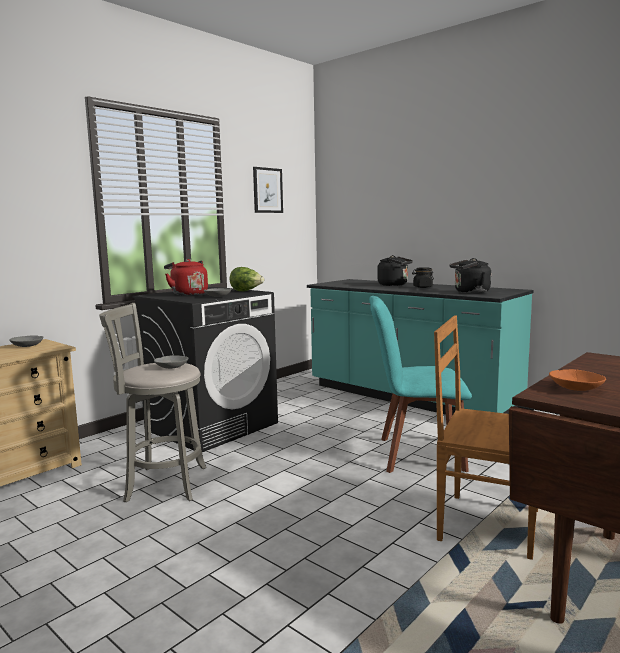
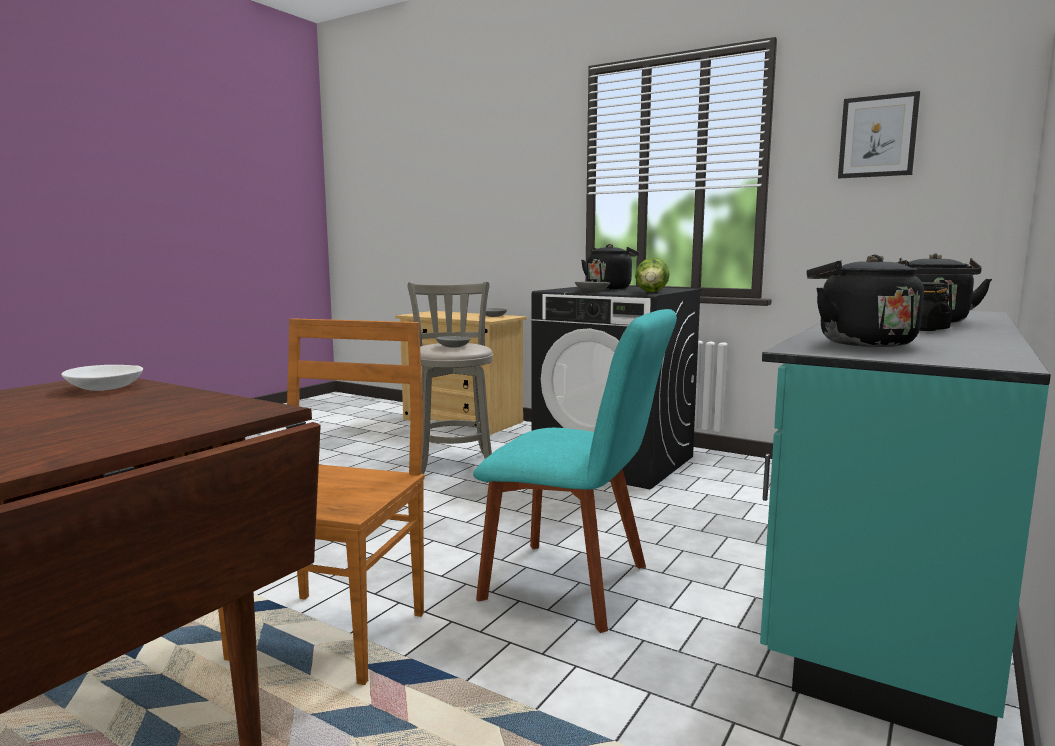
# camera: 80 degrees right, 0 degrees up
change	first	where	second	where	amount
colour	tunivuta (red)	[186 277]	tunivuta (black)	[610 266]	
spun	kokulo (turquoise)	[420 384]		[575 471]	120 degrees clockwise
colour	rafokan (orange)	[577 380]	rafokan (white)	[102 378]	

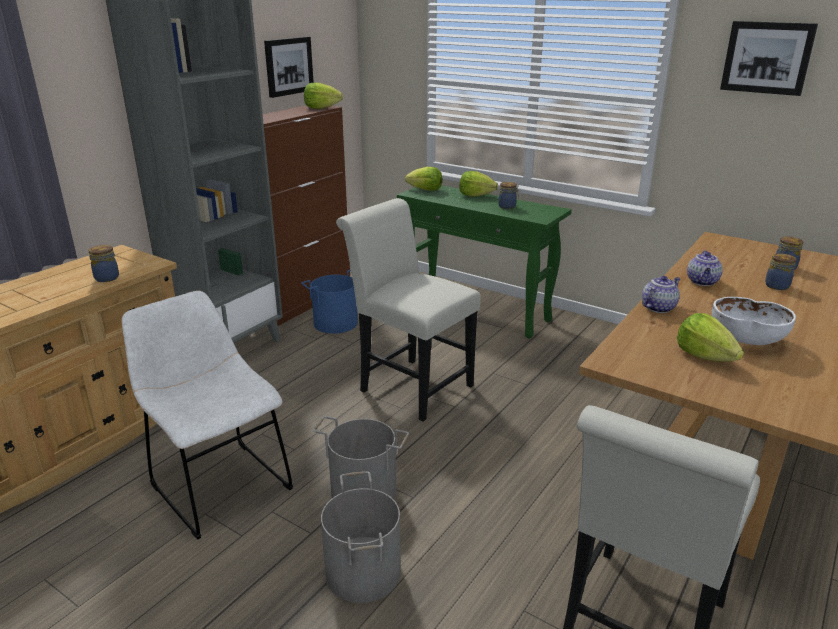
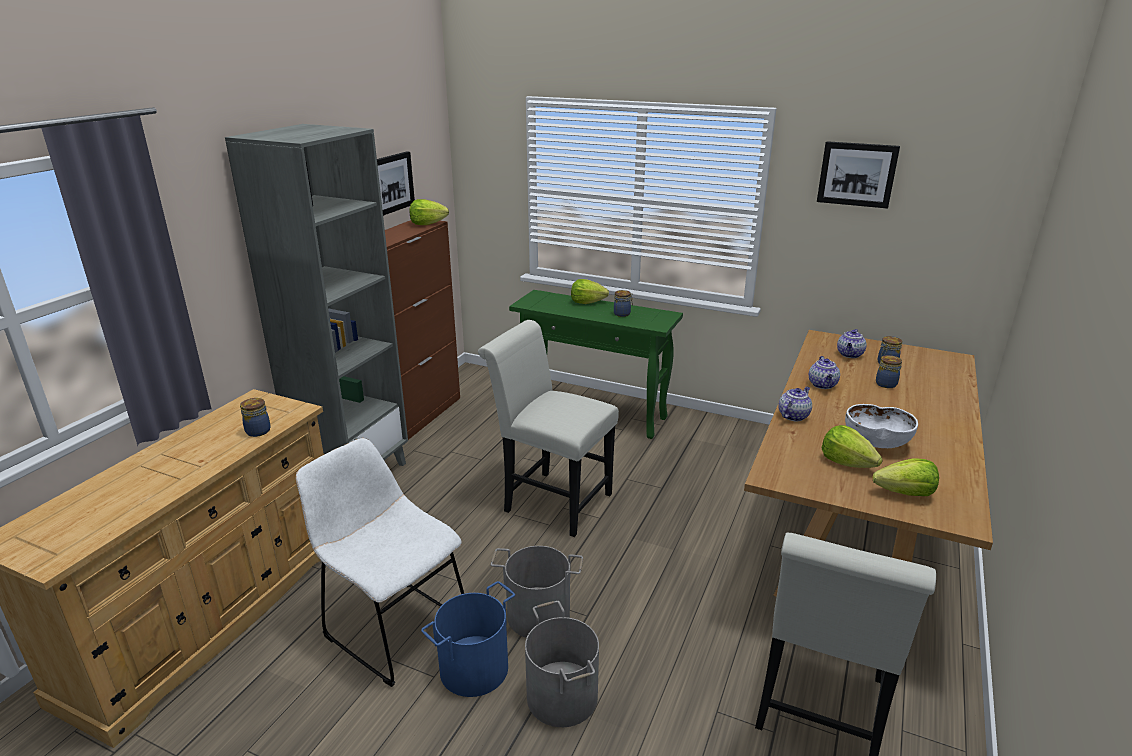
# camera: 10 degrees left, 0 degrees up
change	first	where	second	where	amount
relocated	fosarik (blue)	[329 302]		[468 639]	
relocated	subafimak	[424 179]		[906 477]	
appeared			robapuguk	[852 343]	

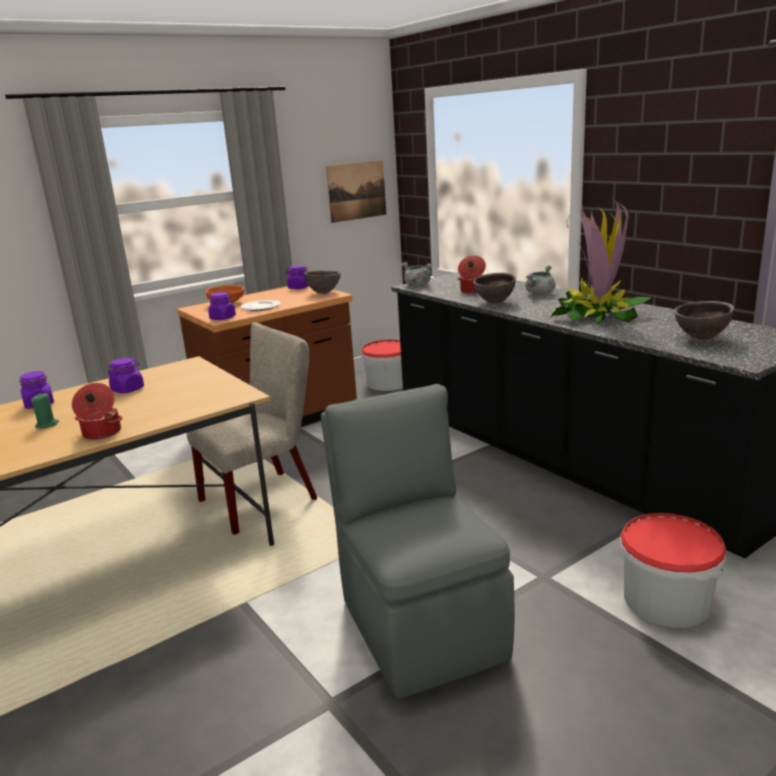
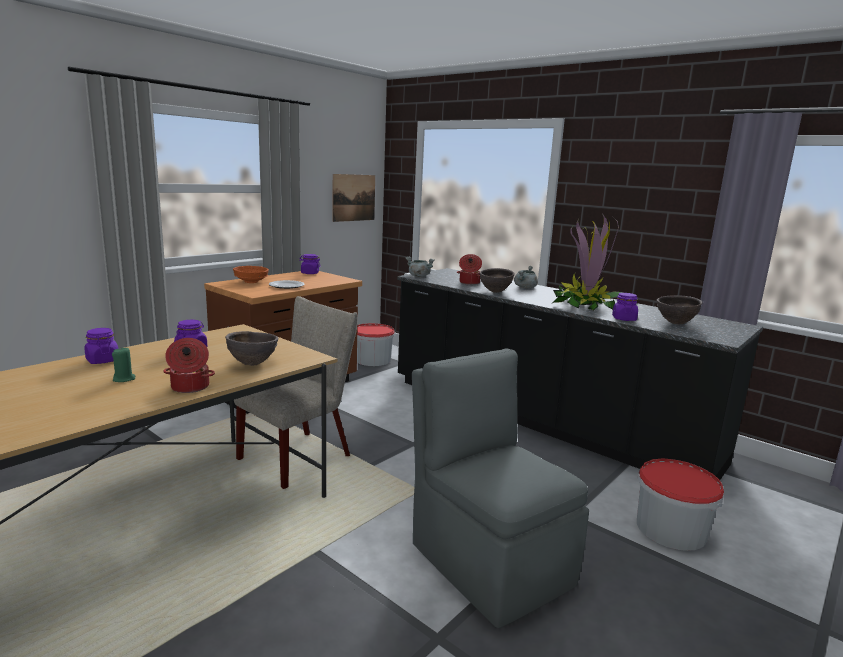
# camera: 15 degrees left, 5 degrees down
change	first	where	second	where	amount
relocated	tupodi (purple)	[222 306]		[625 307]	
relocated	rafokan (brown)	[322 282]		[251 348]	

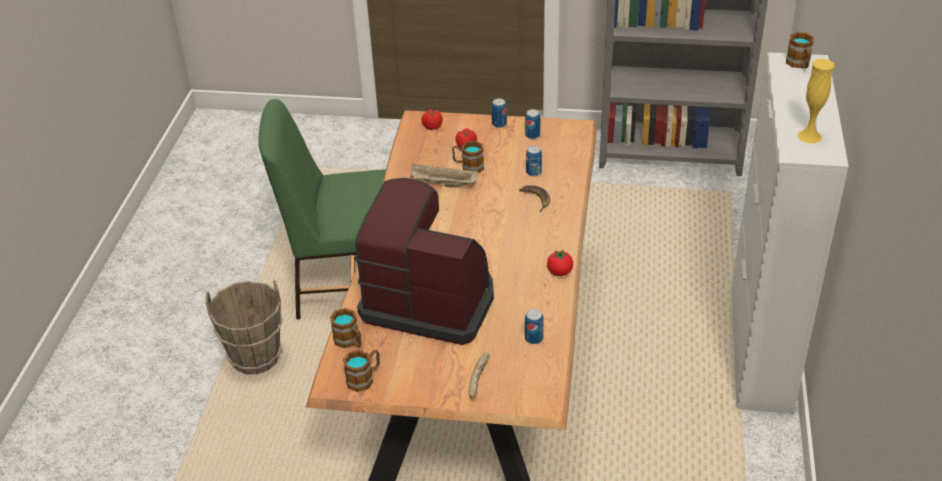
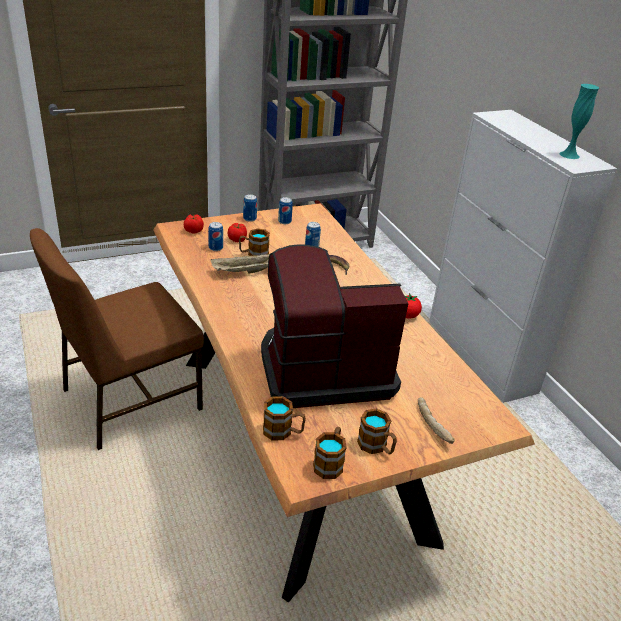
# camera: 35 degrees left, 5 degrees down
change	first	where	second	where	amount
missing	fosarik (brown)	[244 327]			
colour	kokulo (green)	[322 209]	kokulo (brown)	[117 339]	
relocated	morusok	[534 326]		[215 236]	
relocated	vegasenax	[800 50]		[377 431]	
colour	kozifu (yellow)	[815 101]	kozifu (turquoise)	[579 121]	

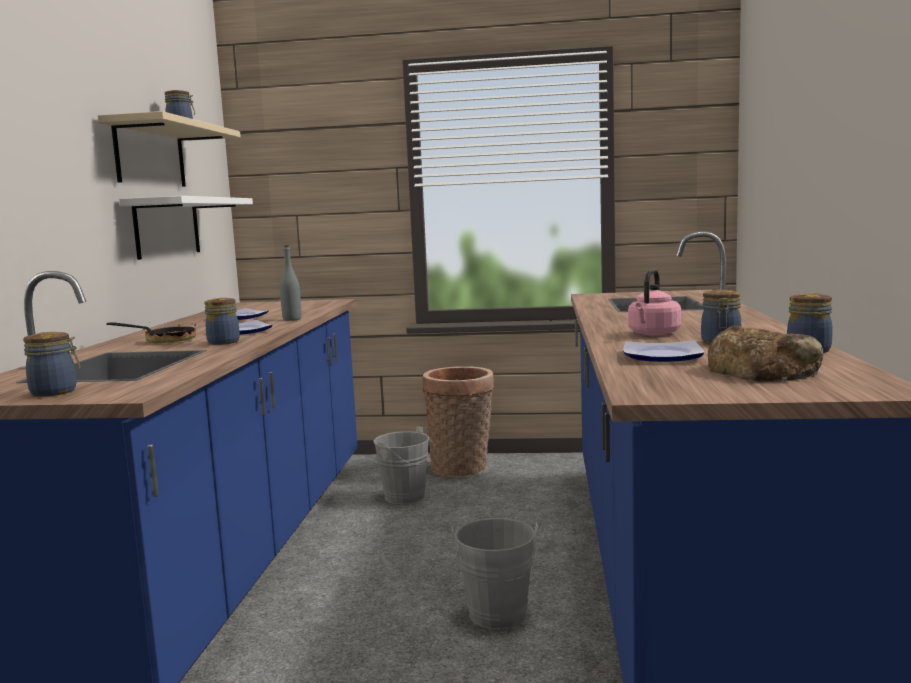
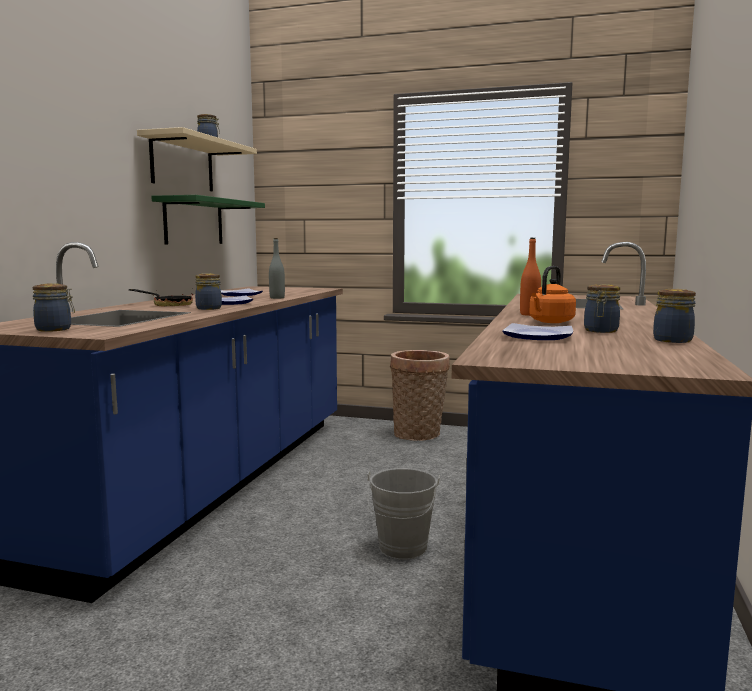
# camera: 10 degrees right, 0 degrees up
change	first	where	second	where	amount
colour	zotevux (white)	[186 228]	zotevux (green)	[208 219]	
missing	fosarik (grey)	[406 465]			
colour	tunivuta (pink)	[654 302]	tunivuta (orange)	[552 294]	
missing	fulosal	[765 353]			
appeared			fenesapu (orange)	[530 277]	

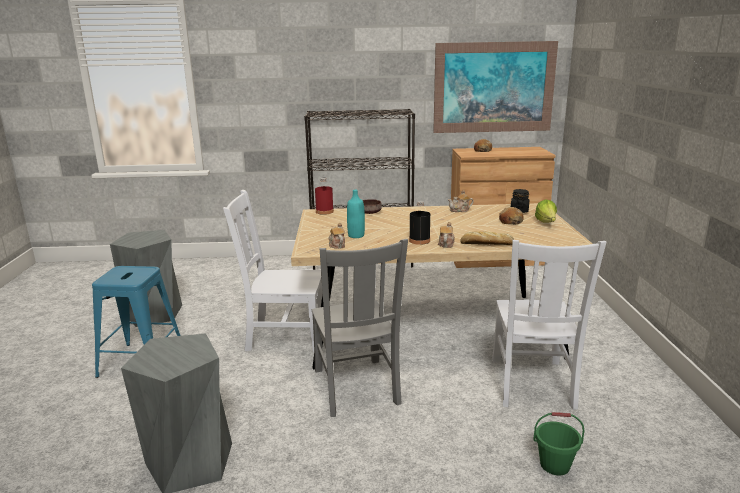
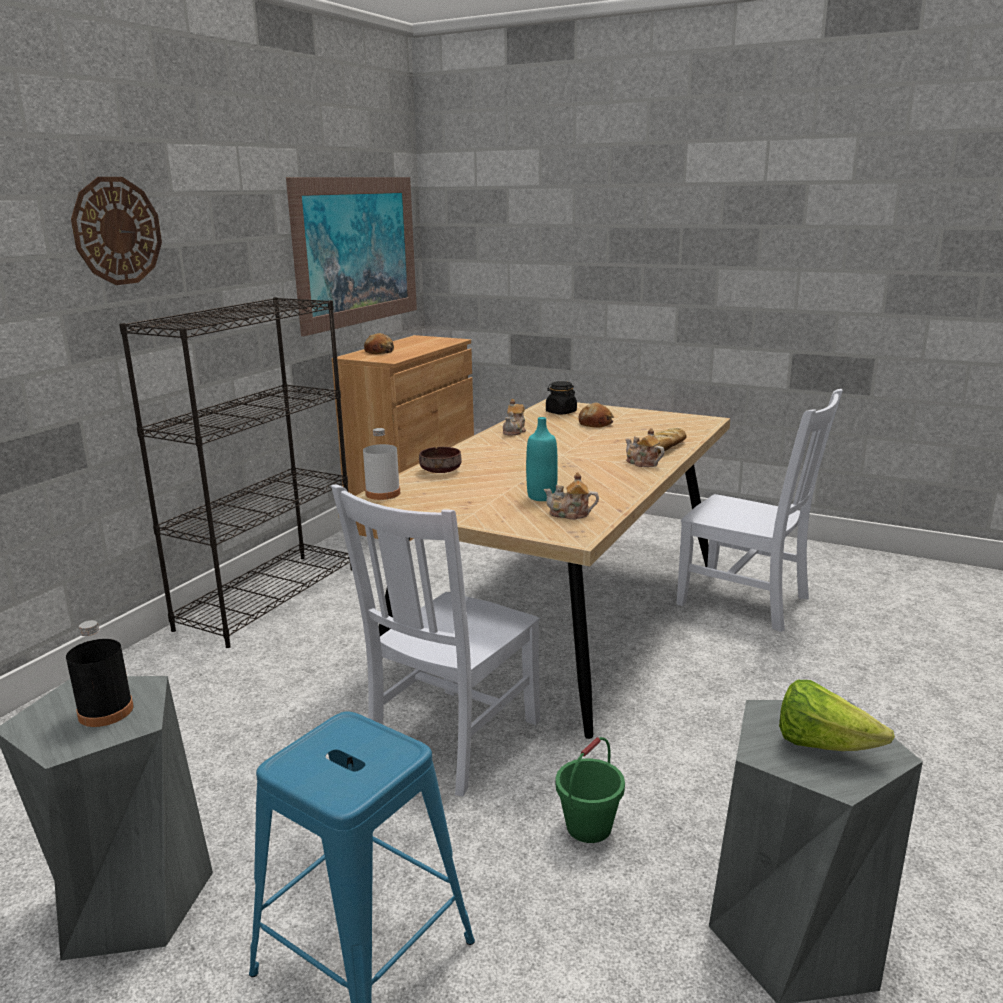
# camera: 60 degrees left, 0 degrees up
change	first	where	second	where	amount
missing	kokulo (grey)	[360 328]			
colour	fenesapu (red)	[324 196]	fenesapu (white)	[381 464]	
relocated	fenesapu (black)	[419 223]		[100 673]	
relocated	fosarik (green)	[559 443]		[590 790]	
relocated	subafimak	[546 211]		[837 715]	
appeared			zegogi	[116 231]	

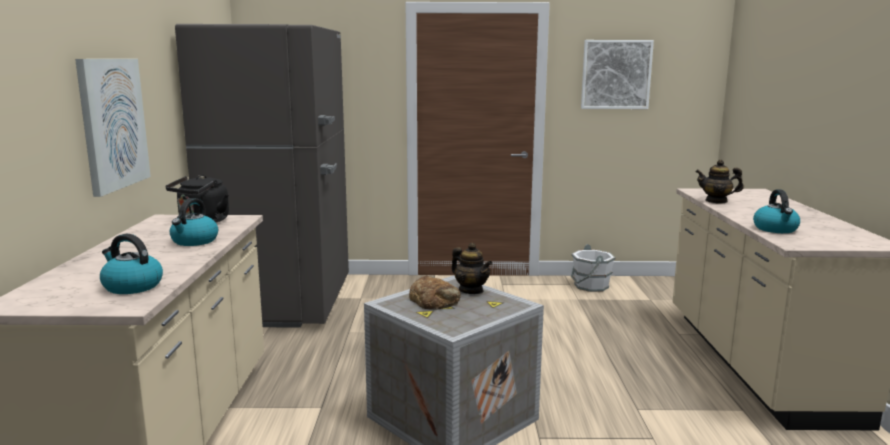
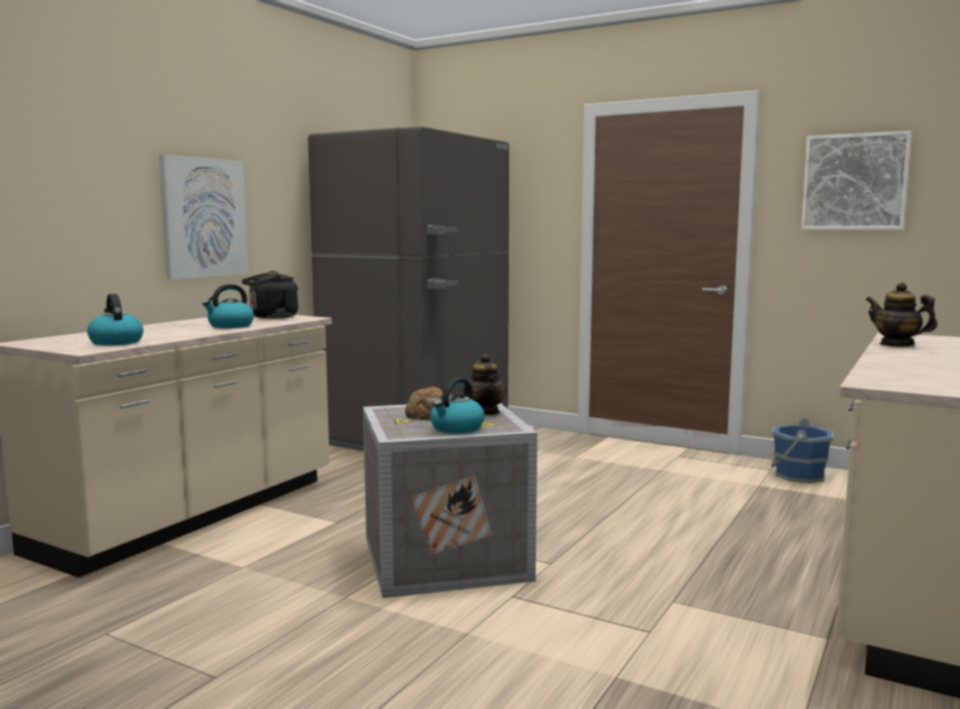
# camera: 30 degrees right, 5 degrees down
change	first	where	second	where	amount
colour	fosarik (white)	[593 268]	fosarik (blue)	[802 450]	
relocated	tunivuta	[776 211]		[457 405]	

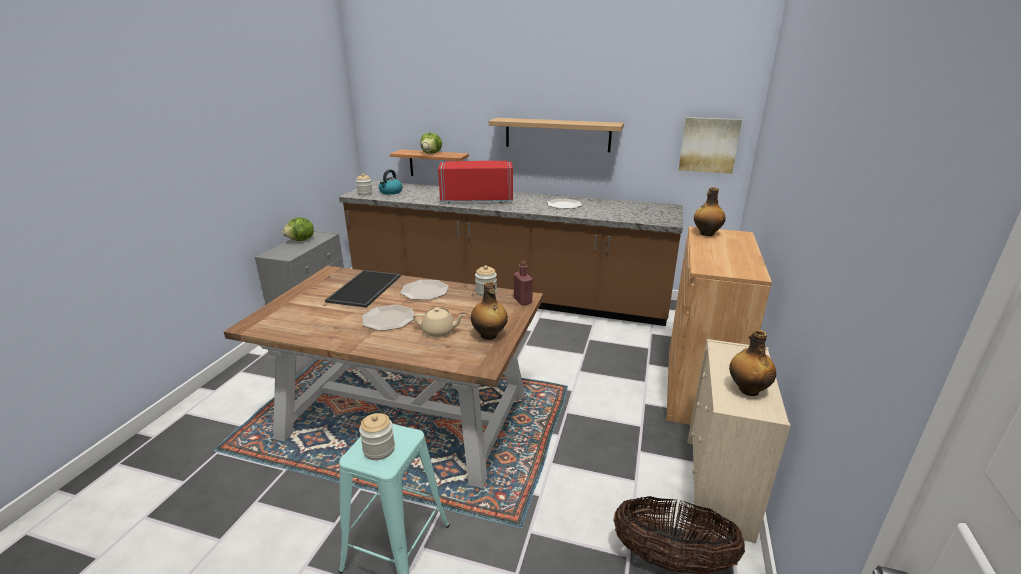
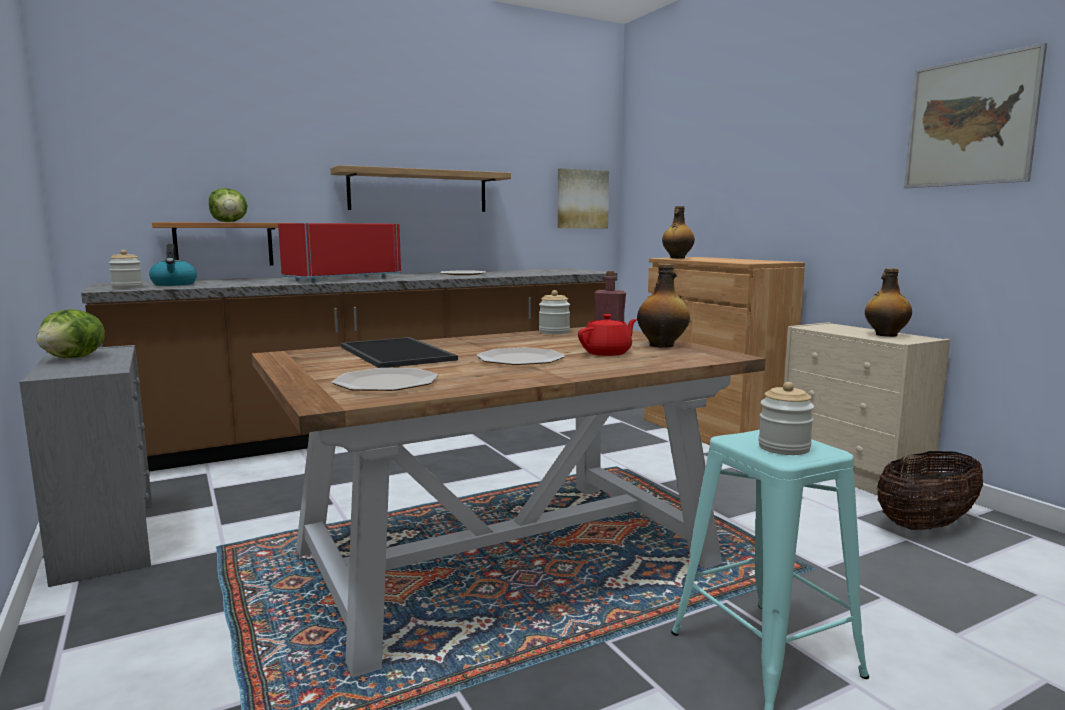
# camera: 45 degrees left, 15 degrees down
change	first	where	second	where	amount
relocated	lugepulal	[424 290]		[385 379]	
colour	robapuguk (beige)	[439 322]	robapuguk (red)	[607 335]	
appeared			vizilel	[975 115]	

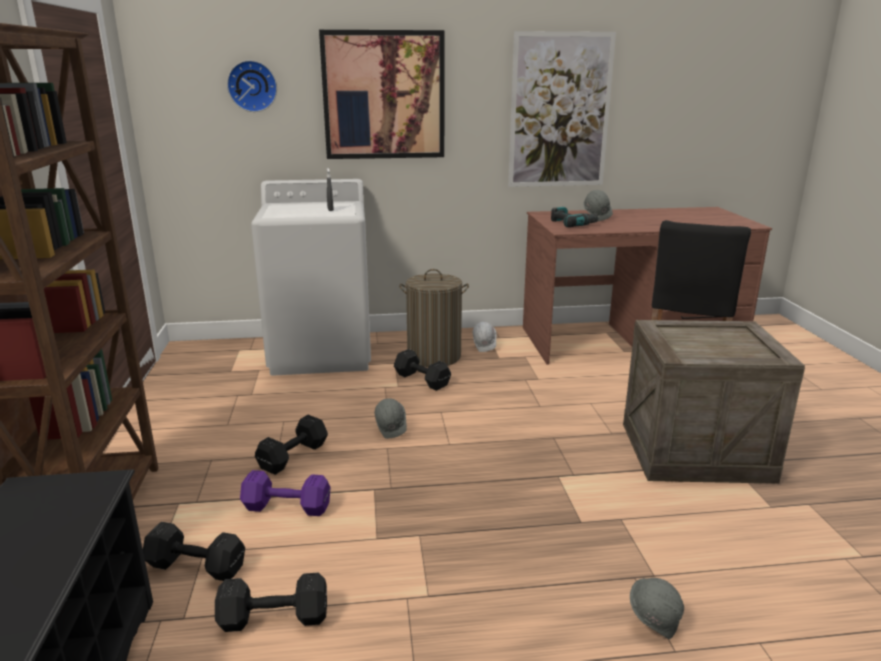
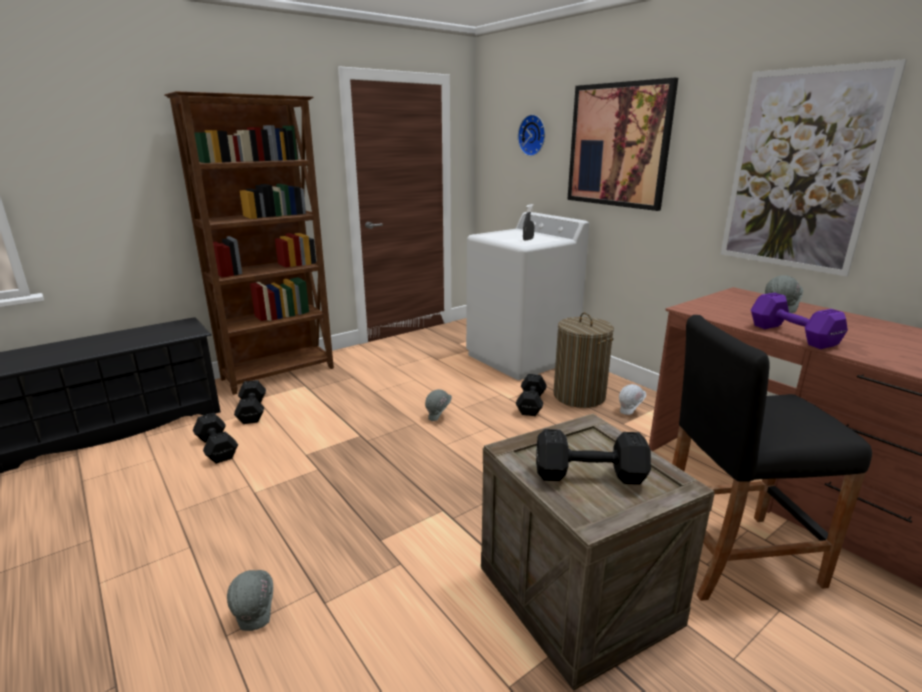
# camera: 60 degrees right, 0 degrees up
change	first	where	second	where	amount
relocated	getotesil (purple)	[285 493]		[799 321]	
relocated	getotesil (black)	[291 445]		[593 457]	
missing	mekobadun	[575 217]			

